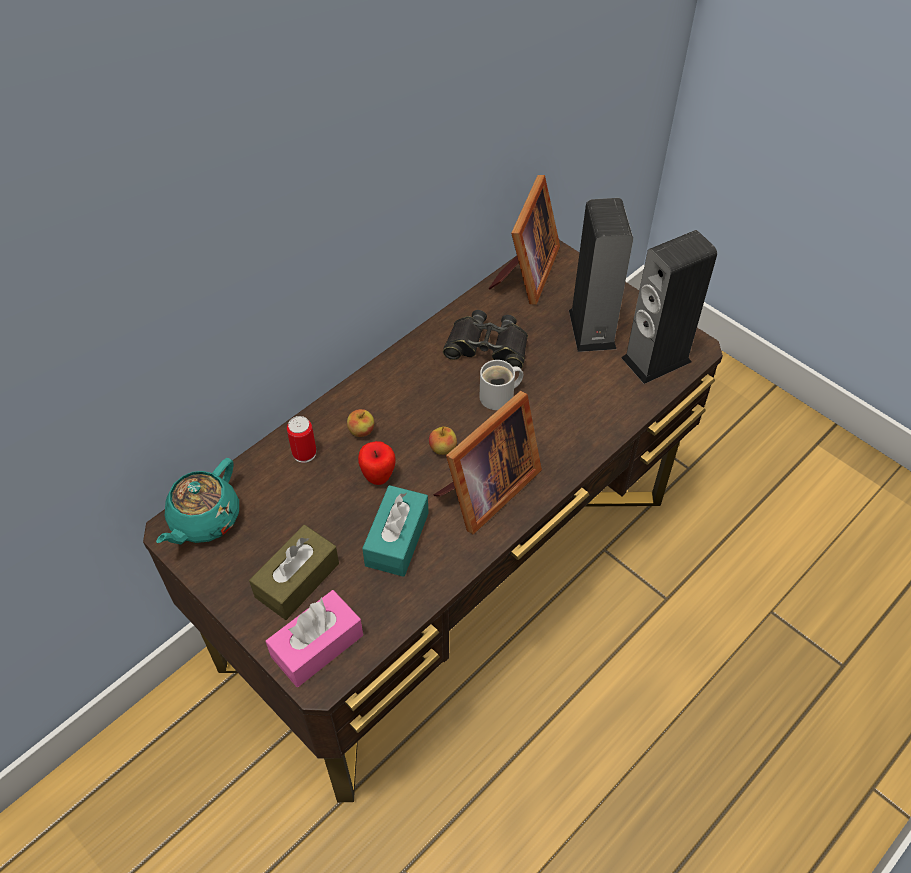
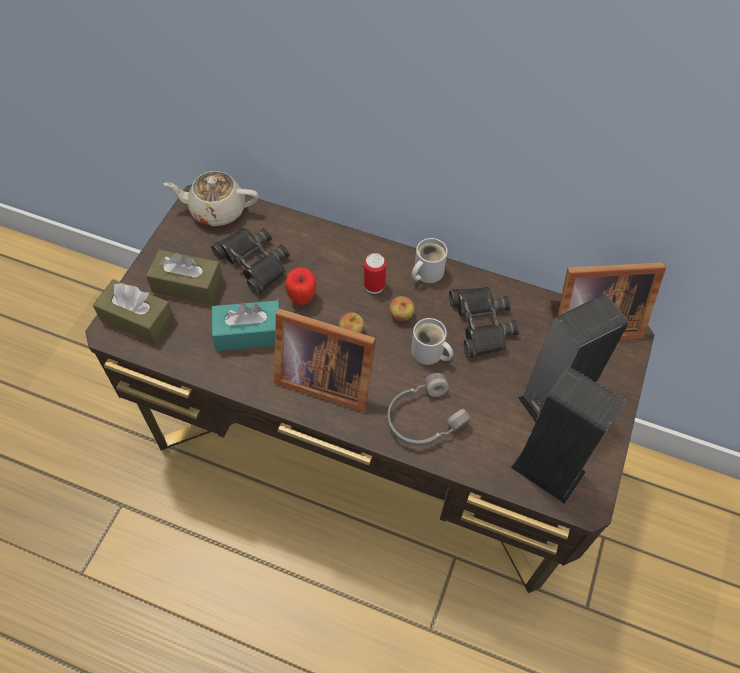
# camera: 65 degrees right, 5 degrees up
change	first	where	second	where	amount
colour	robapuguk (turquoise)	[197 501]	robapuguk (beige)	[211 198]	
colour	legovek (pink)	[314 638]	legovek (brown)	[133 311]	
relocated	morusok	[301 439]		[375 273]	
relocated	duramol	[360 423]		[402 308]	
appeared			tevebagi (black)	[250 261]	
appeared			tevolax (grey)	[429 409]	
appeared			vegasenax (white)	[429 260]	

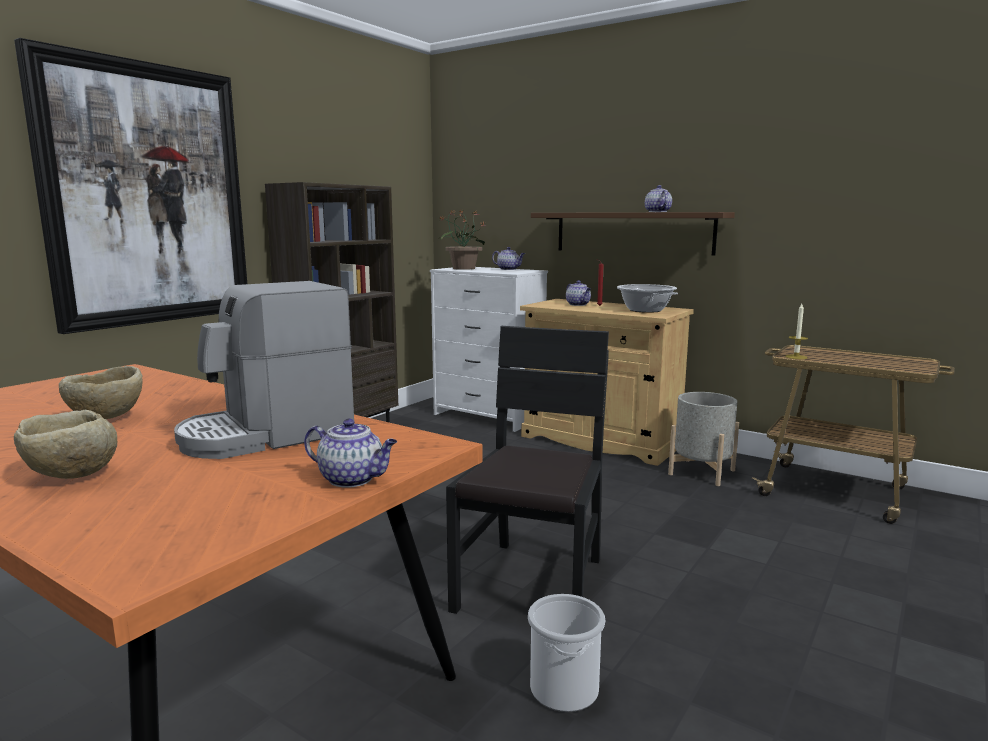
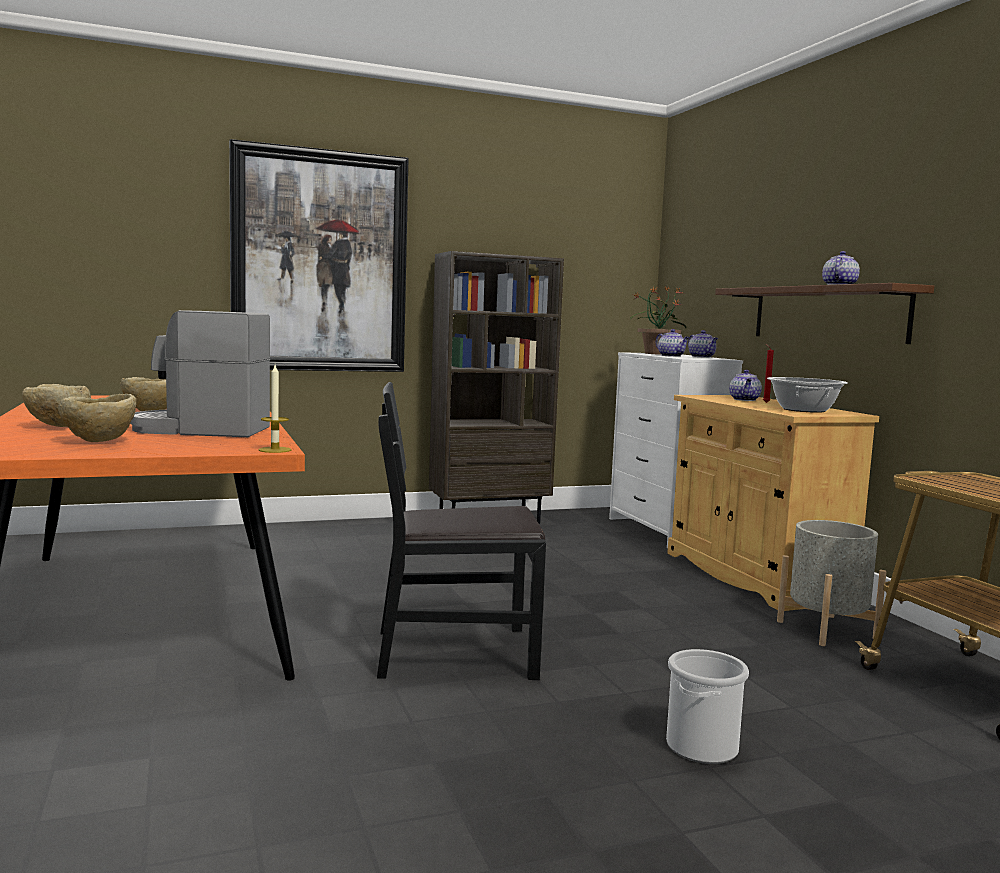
# camera: 35 degrees right, 5 degrees down
change	first	where	second	where	amount
relocated	robapuguk	[350 453]		[673 343]	
spun	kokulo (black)	[527 470]		[461 531]	150 degrees counterclockwise
relocated	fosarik	[566 653]		[707 706]	
relocated	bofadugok	[796 331]		[275 409]	
appeared			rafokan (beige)	[97 418]	

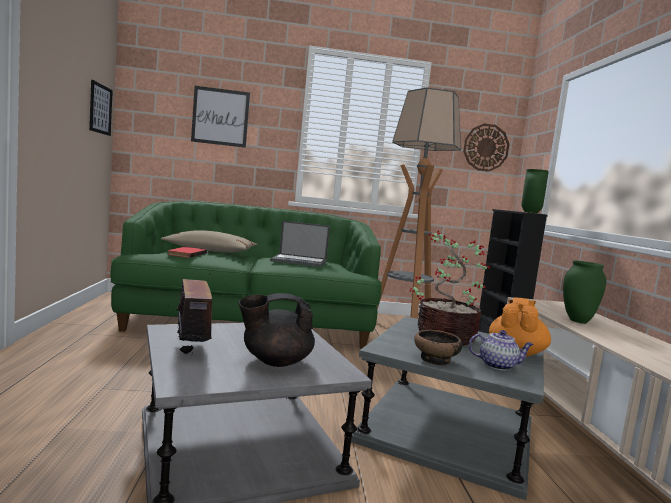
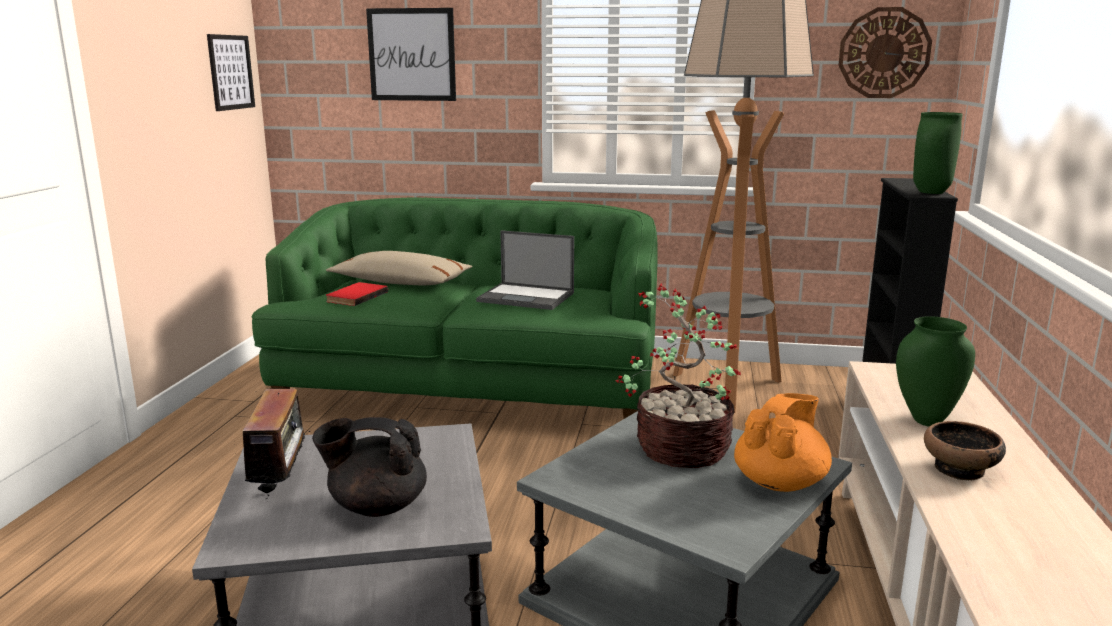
# camera: 15 degrees right, 10 degrees up
change	first	where	second	where	amount
relocated	rafokan	[438 347]		[965 450]	
missing	robapuguk	[501 350]			

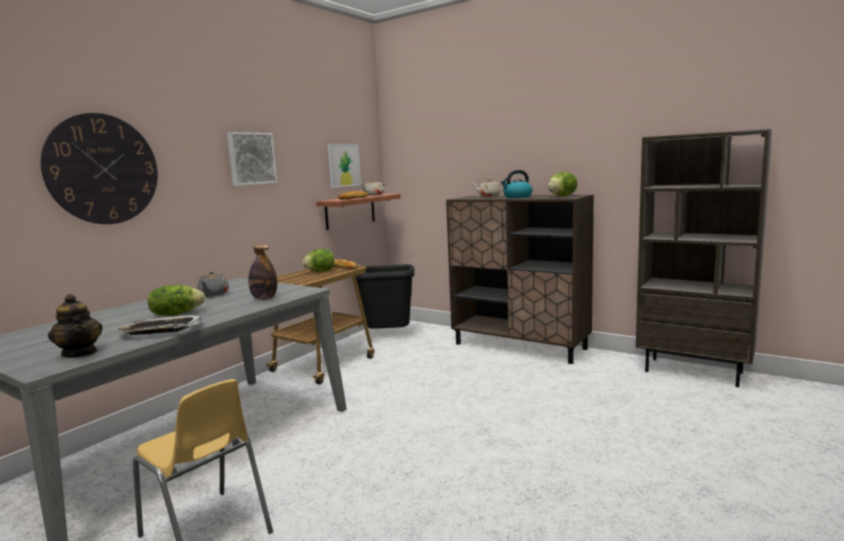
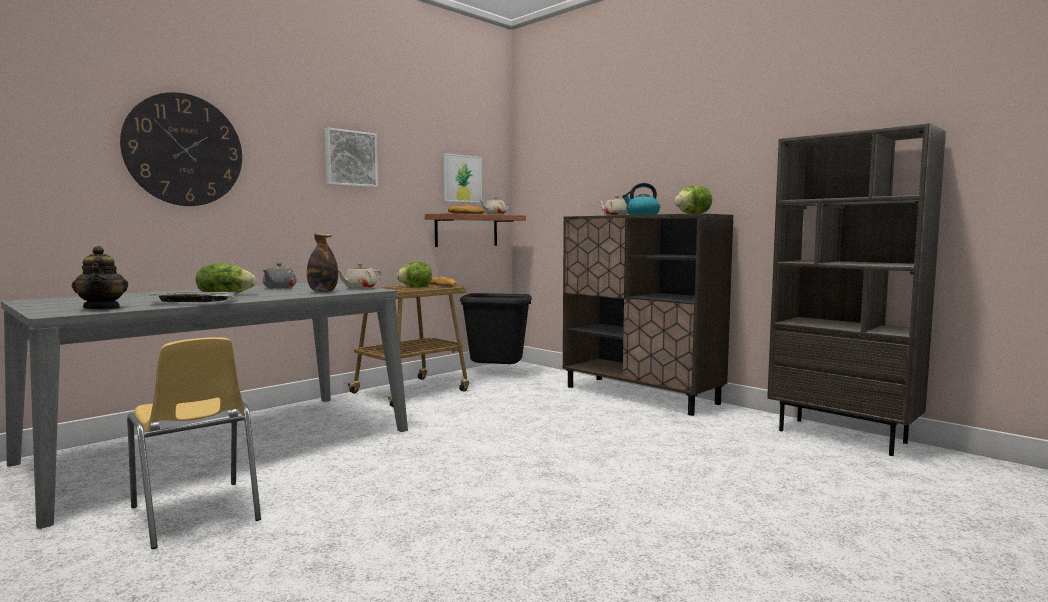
# camera: 10 degrees right, 5 degrees down
change	first	where	second	where	amount
appeared			robapuguk (beige)	[359 276]	

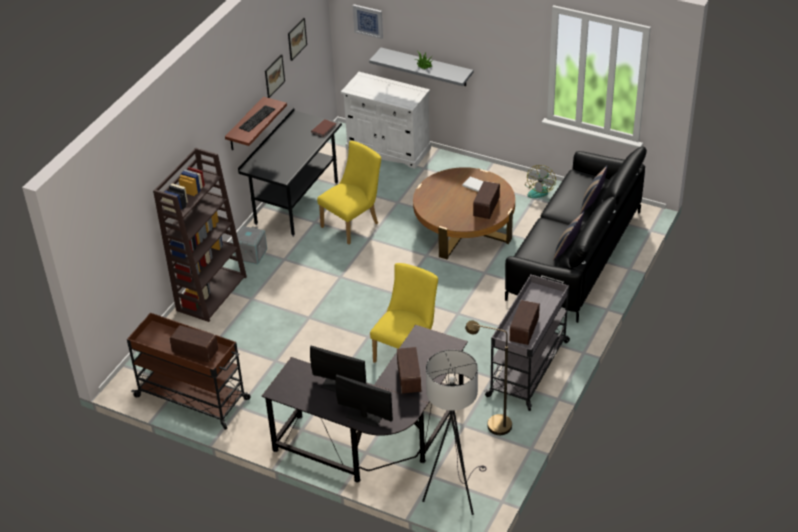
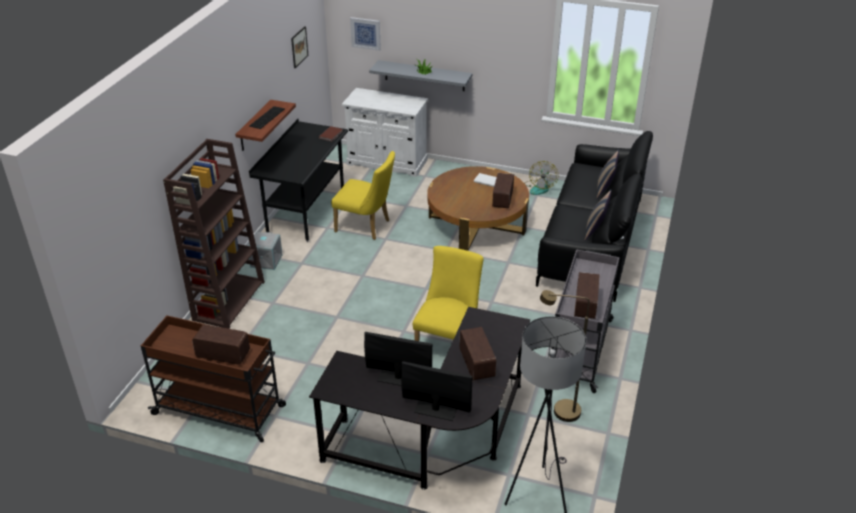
# camera: 10 degrees left, 5 degrees down
change	first	where	second	where	amount
missing	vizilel	[275 76]			
spun	kokulo (yellow)	[349 193]		[363 195]	75 degrees clockwise

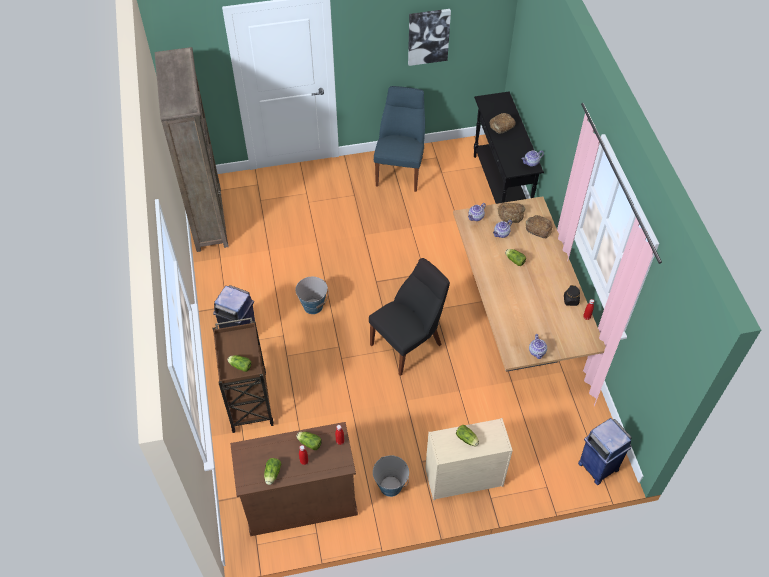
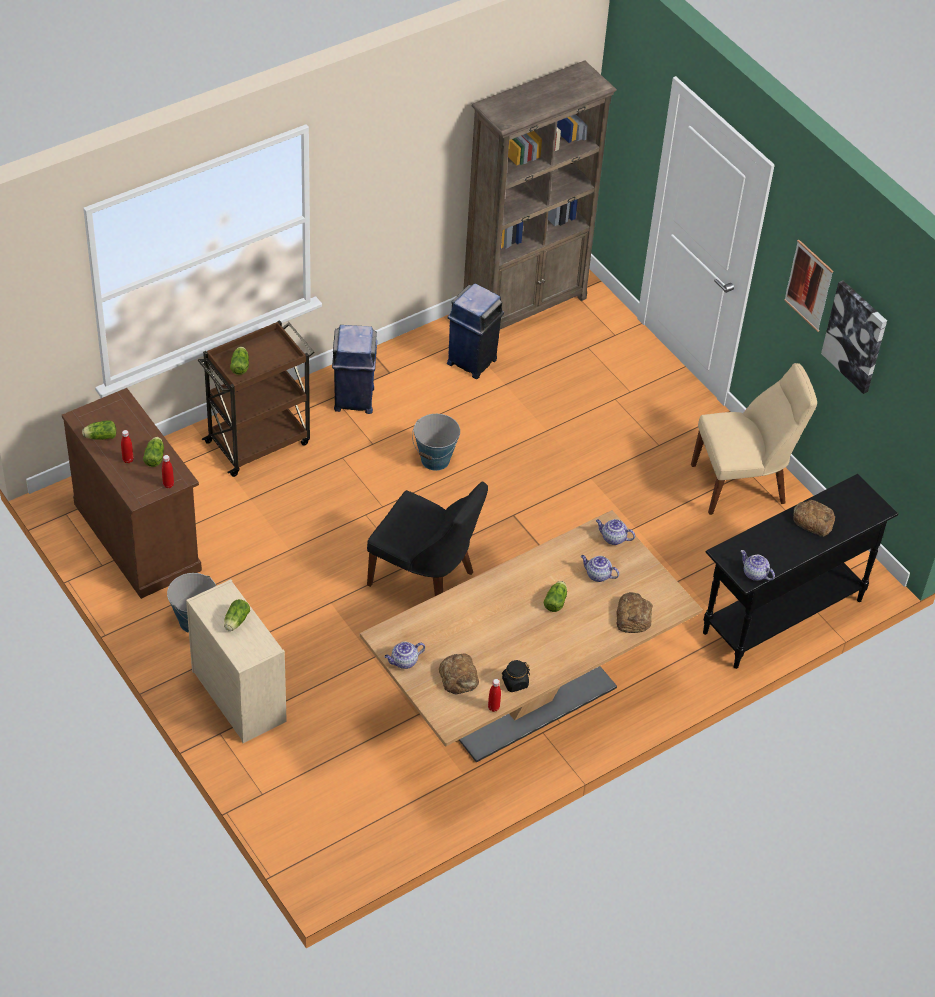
# camera: 65 degrees right, 5 degrees down
change	first	where	second	where	amount
colour	kokulo (blue)	[399 139]	kokulo (beige)	[754 439]	
relocated	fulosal	[511 213]		[459 674]	
relocated	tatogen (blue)	[605 451]		[475 331]	
appeared			vizilel	[808 285]	

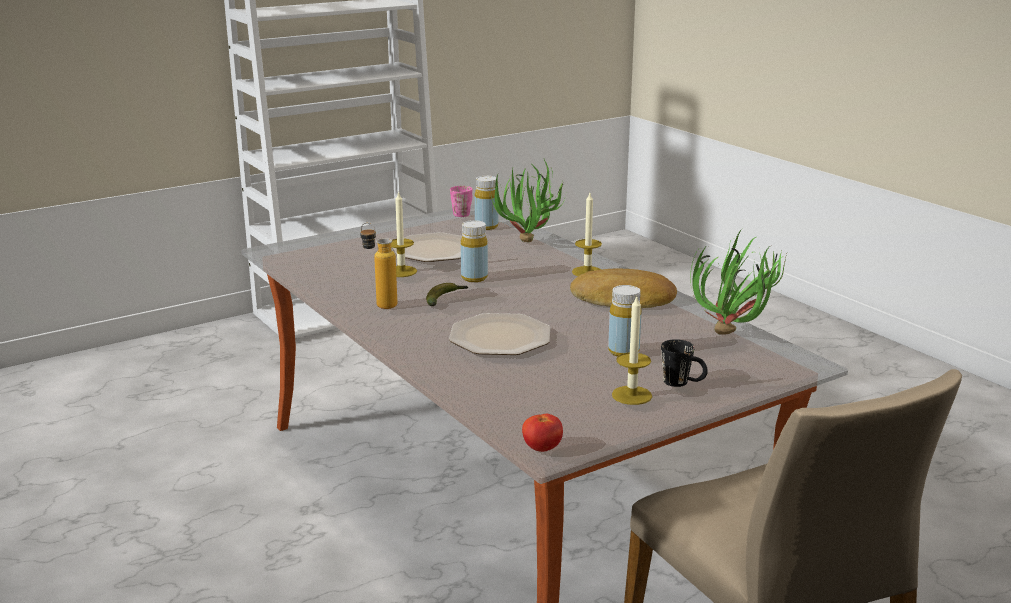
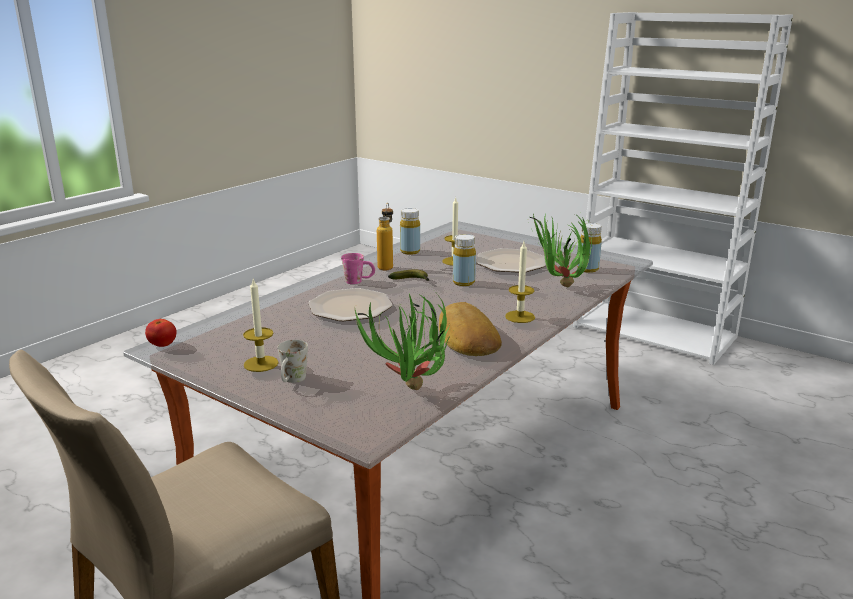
# camera: 70 degrees right, 0 degrees up
change	first	where	second	where	amount
relocated	vegasenax (pink)	[461 201]		[358 268]	
relocated	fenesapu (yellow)	[624 321]		[410 231]	
colour	vegasenax (black)	[684 363]	vegasenax (white)	[292 361]	

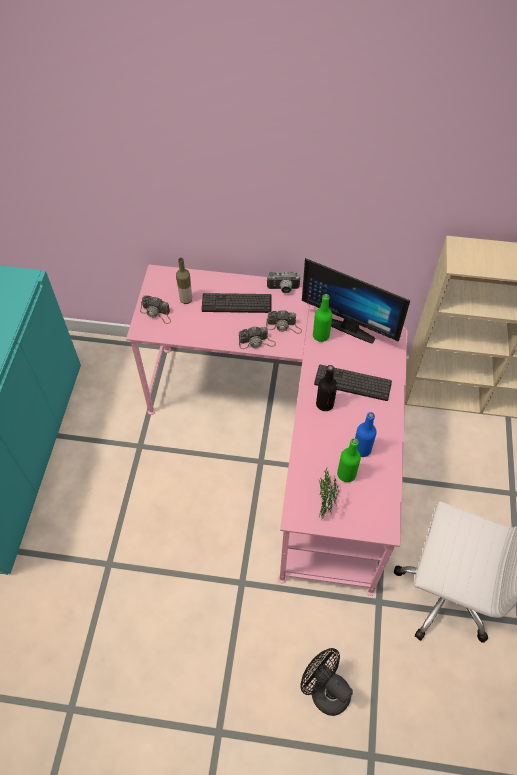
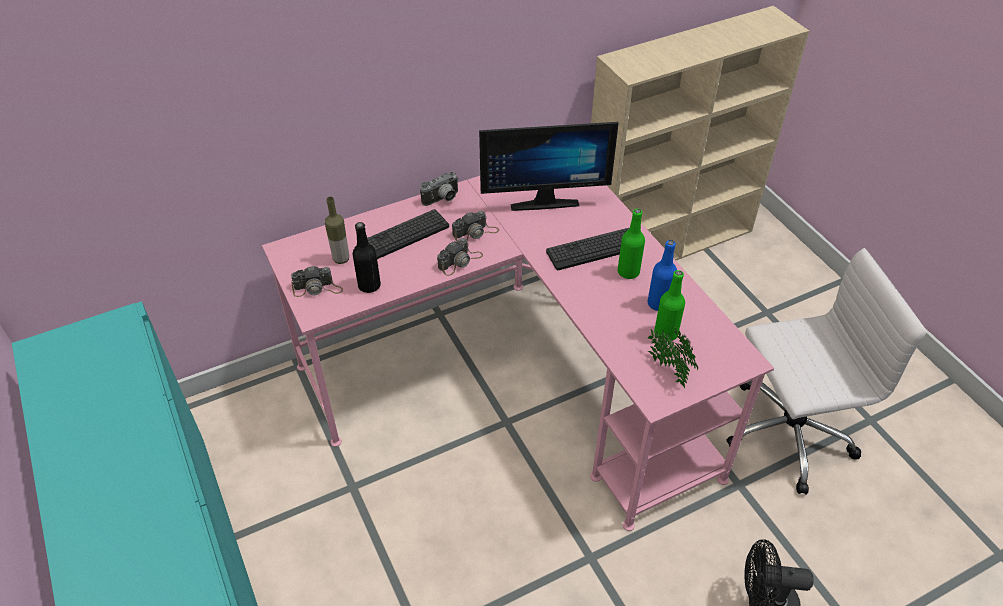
# camera: 35 degrees left, 10 degrees down
change	first	where	second	where	amount
relocated	fenesapu (green)	[322 318]		[631 244]	
relocated	fenesapu (black)	[326 388]		[367 257]	

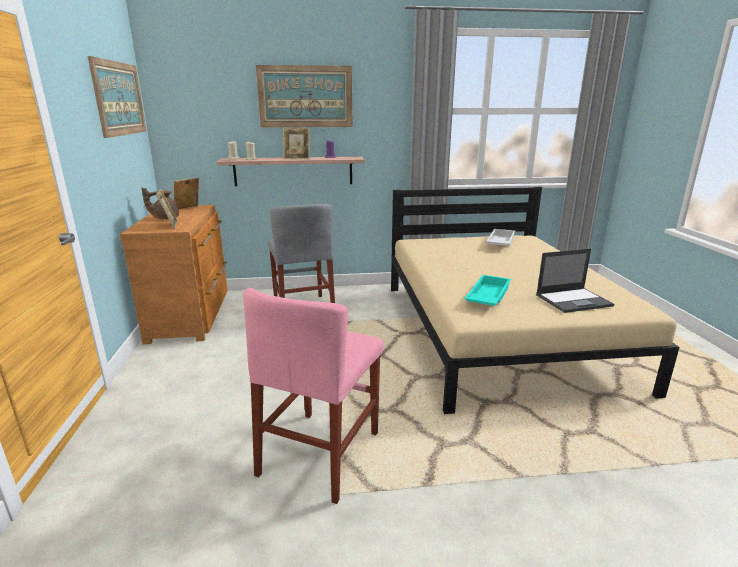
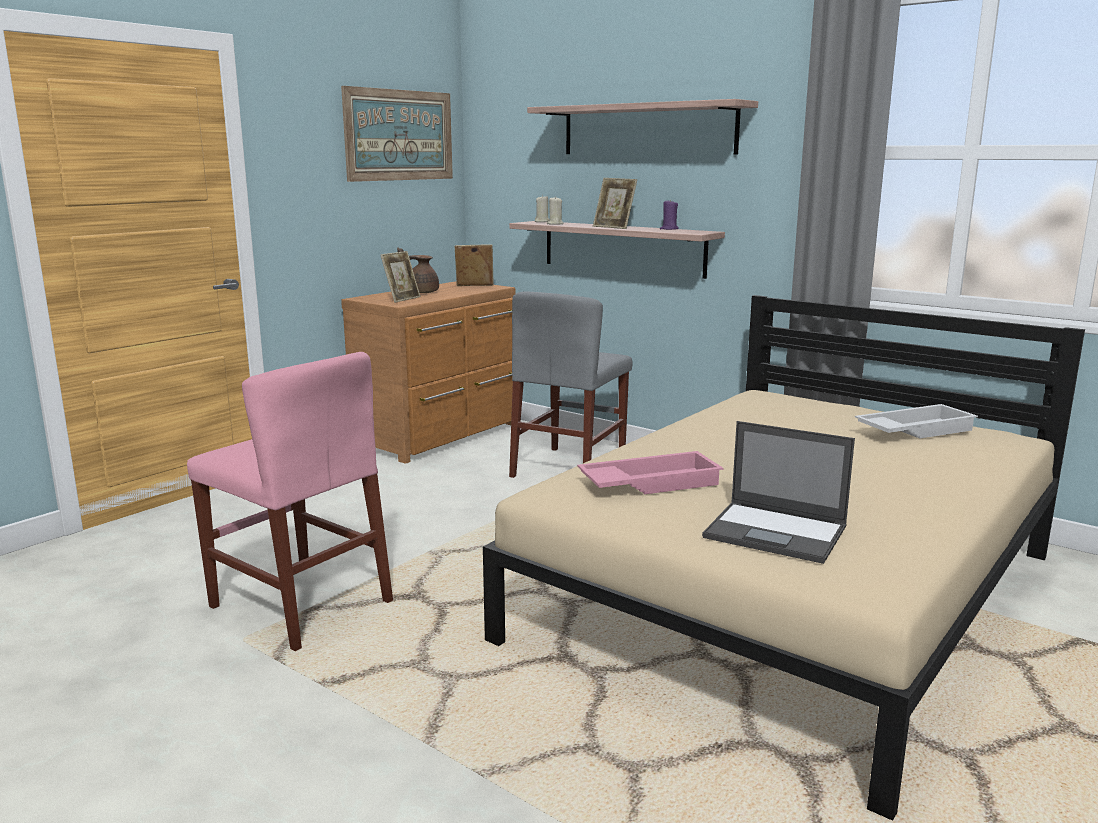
# camera: 45 degrees right, 5 degrees down
change	first	where	second	where	amount
spun	kokulo (pink)	[313 396]		[290 501]	120 degrees counterclockwise
exchanged	vizilel	[304 96]	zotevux	[642 126]	
colour	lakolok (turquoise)	[488 290]	lakolok (pink)	[650 472]	

